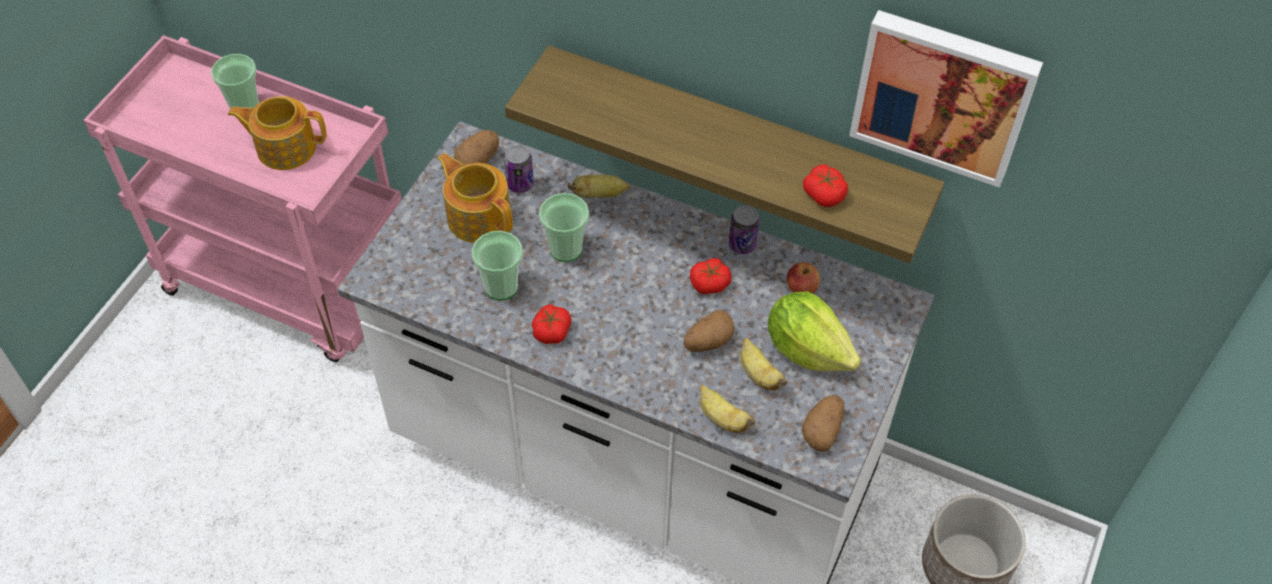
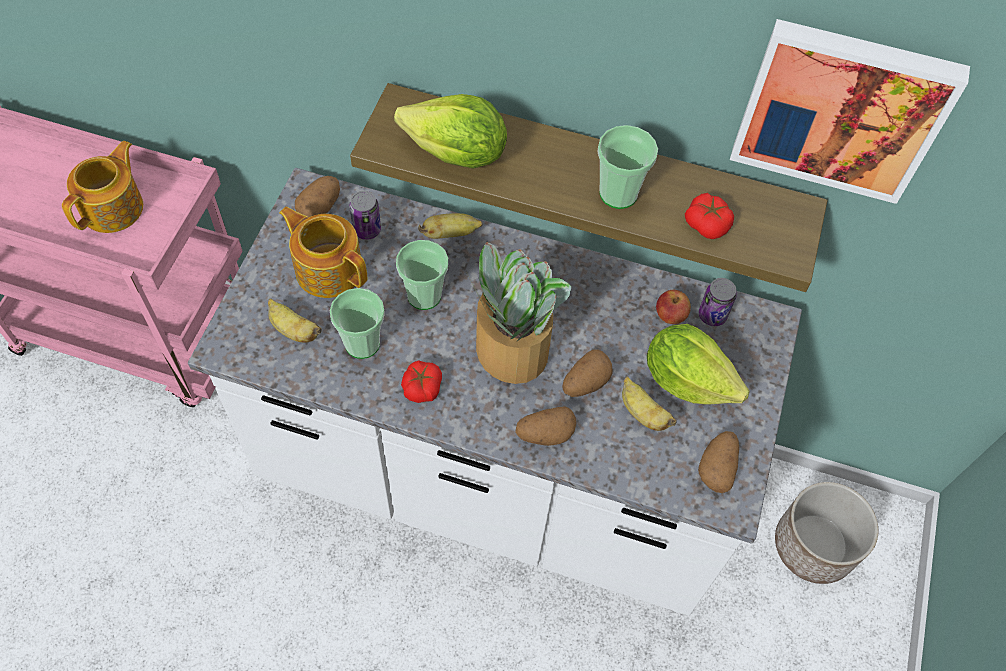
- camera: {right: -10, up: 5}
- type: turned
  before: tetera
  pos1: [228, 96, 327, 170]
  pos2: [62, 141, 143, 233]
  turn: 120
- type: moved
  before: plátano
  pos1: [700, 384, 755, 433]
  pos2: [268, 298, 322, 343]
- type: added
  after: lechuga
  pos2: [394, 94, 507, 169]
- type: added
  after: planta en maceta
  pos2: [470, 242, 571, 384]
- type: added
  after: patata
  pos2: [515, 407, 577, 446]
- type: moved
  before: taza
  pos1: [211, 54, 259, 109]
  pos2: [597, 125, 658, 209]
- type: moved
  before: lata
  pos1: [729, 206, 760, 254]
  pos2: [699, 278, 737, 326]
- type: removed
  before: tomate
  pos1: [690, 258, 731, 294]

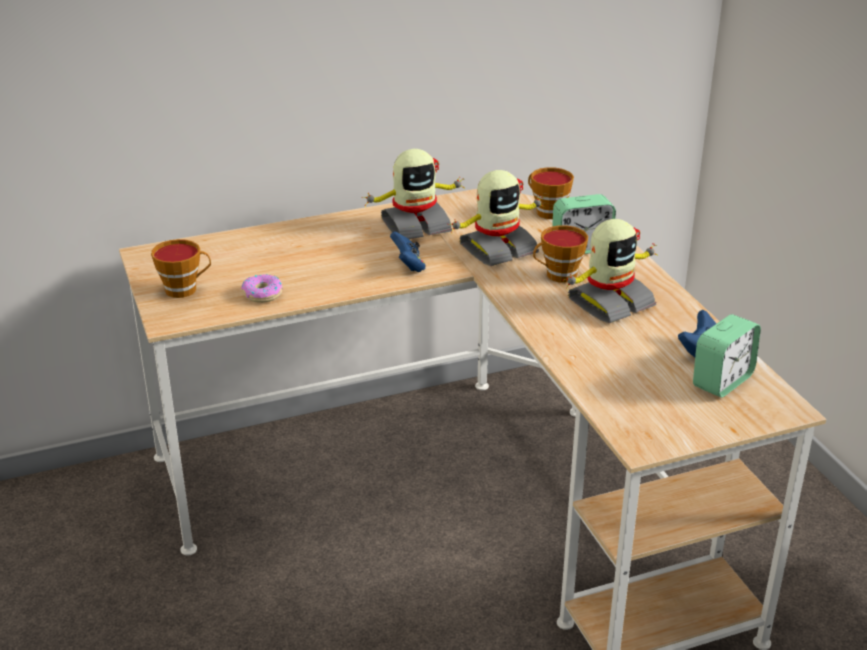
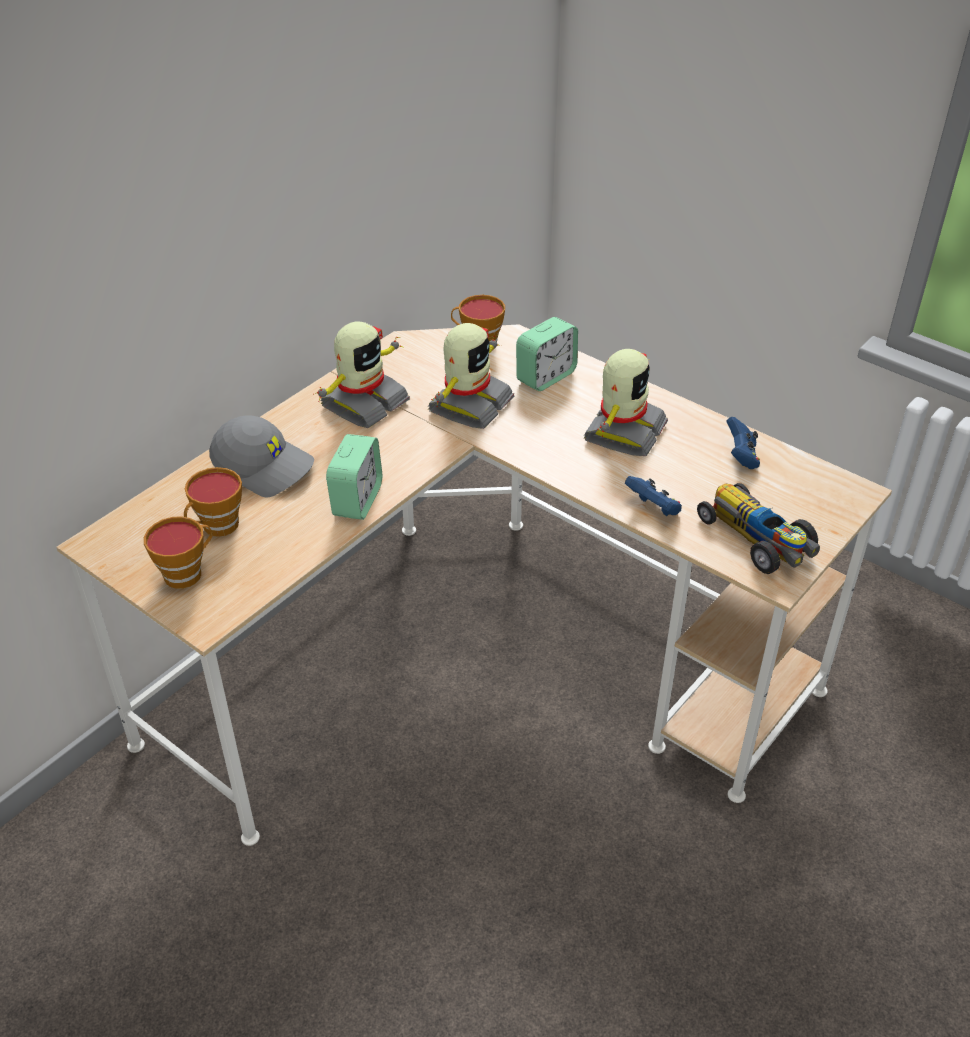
- camera: {right: -30, up: 10}
- type: moved
  before: taza
  pos1: [533, 225, 588, 283]
  pos2: [184, 467, 242, 537]
- type: added
  after: gorra/gris
  pos2: [209, 415, 314, 497]
- type: moved
  before: despertador
  pos1: [693, 314, 761, 398]
  pos2: [326, 434, 382, 520]
- type: moved
  before: mando de consola/azul
  pos1: [390, 232, 426, 272]
  pos2: [625, 476, 682, 516]
- type: added
  after: coche de juguete
  pos2: [697, 483, 820, 574]
- type: removed
  before: rosquilla
  pos1: [241, 274, 283, 303]

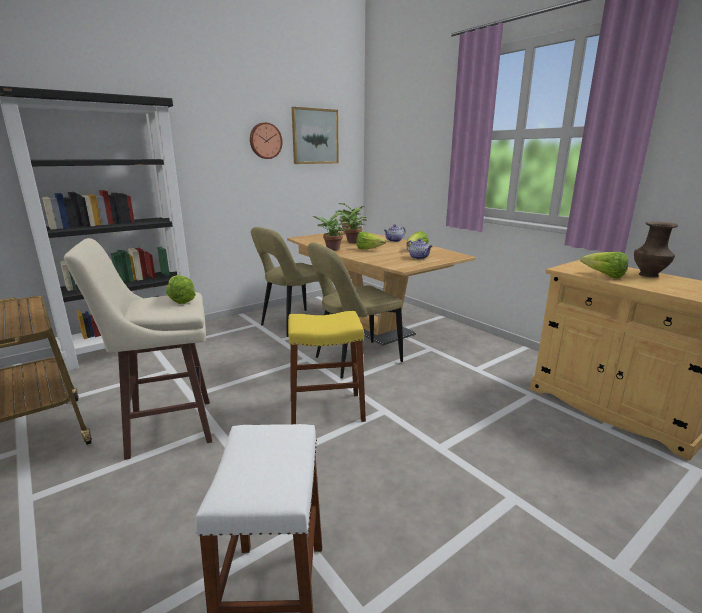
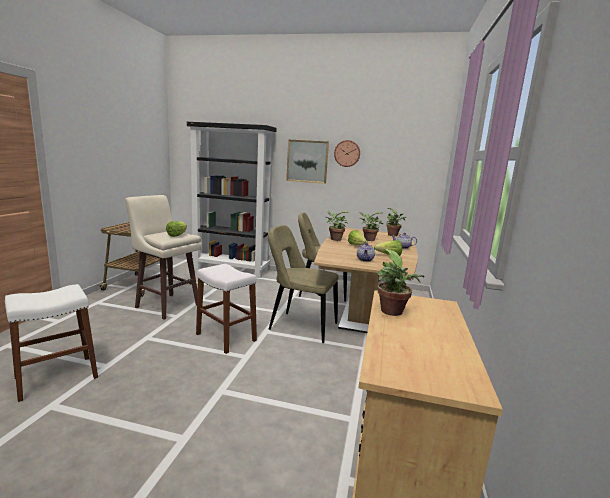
- camera: {right: 50, up: -5}
- type: recoloured
  before: taburete/amarillo
  after: taburete/blanco
  pos1: [288, 311, 366, 425]
  pos2: [196, 264, 257, 354]
- type: moved
  before: cuadro
  pos1: [292, 107, 339, 164]
  pos2: [286, 139, 329, 184]
- type: replaced
  before: lechuga
  after: planta en maceta
  pos1: [580, 252, 628, 278]
  pos2: [377, 249, 425, 316]
- type: removed
  before: florero/marrón
  pos1: [634, 221, 678, 277]

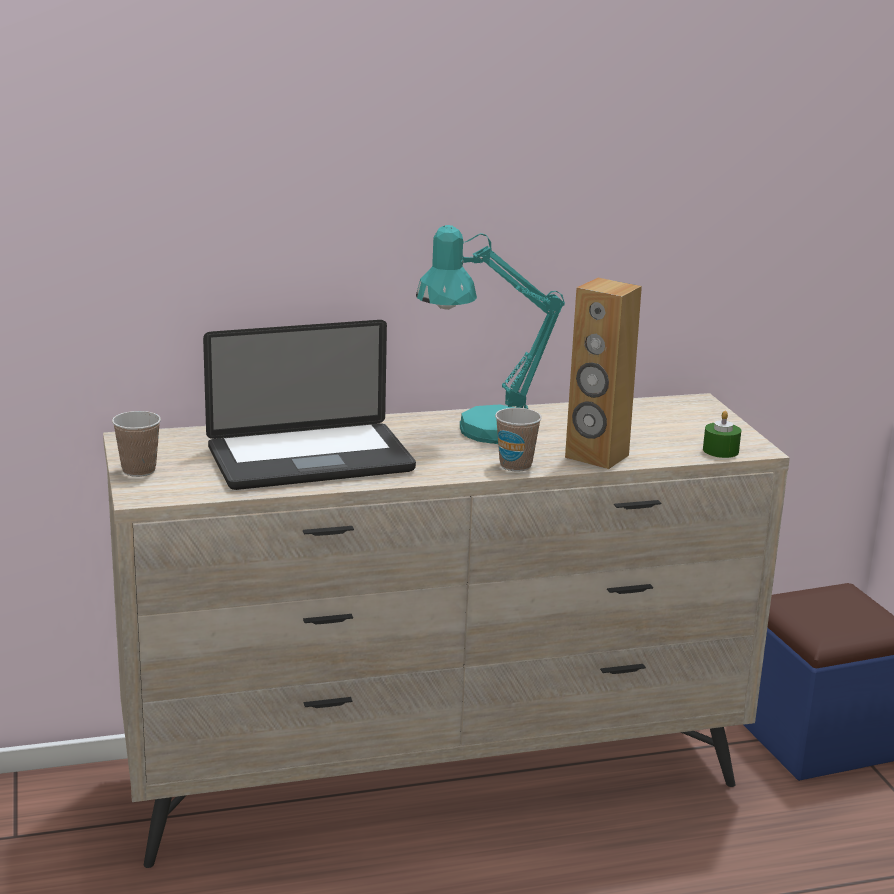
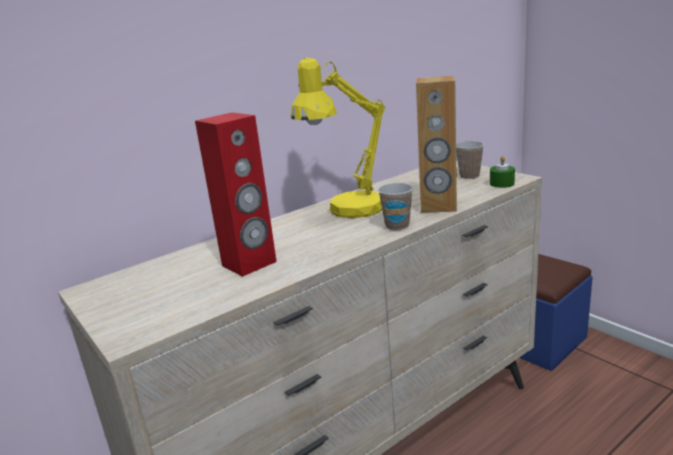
- camera: {right: -20, up: 0}
- type: replaced
  before: portátil
  after: altavoz/rojo
  pos1: [203, 320, 416, 490]
  pos2: [195, 112, 277, 277]
- type: recoloured
  before: lámpara de mesa/turquesa
  after: lámpara de mesa/amarillo
  pos1: [416, 225, 565, 444]
  pos2: [290, 58, 386, 218]
- type: moved
  before: taza
  pos1: [112, 411, 161, 477]
  pos2: [456, 141, 484, 179]

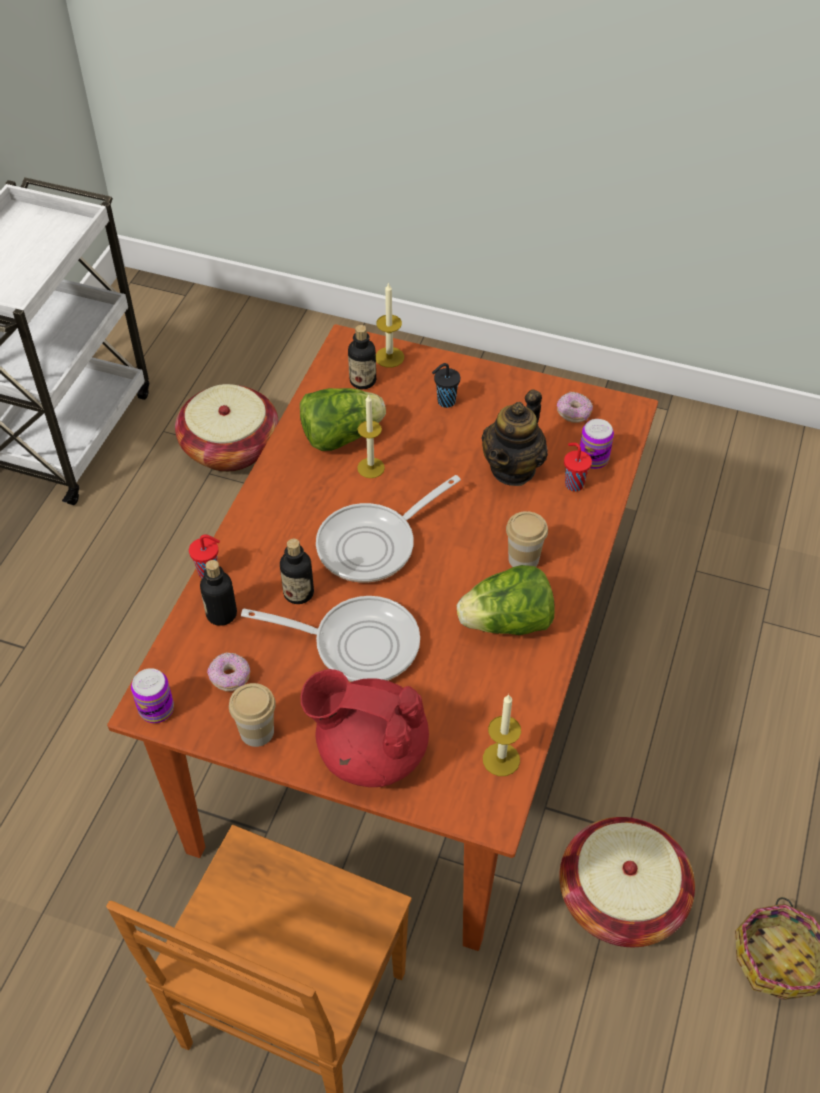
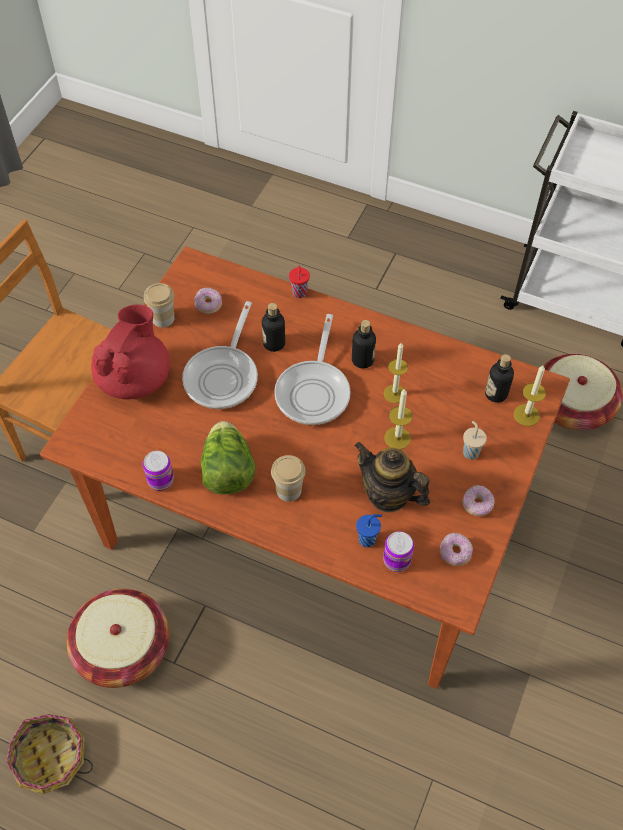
- camera: {right: 95, up: 5}
- type: moved
  before: lata
  pos1: [131, 668, 174, 723]
  pos2: [143, 451, 174, 491]
- type: turned
  before: sartén
  pos1: [316, 475, 461, 583]
  pos2: [274, 314, 351, 425]
  turn: -135
- type: moved
  before: botella
  pos1: [200, 560, 237, 626]
  pos2: [352, 320, 376, 369]
- type: recoloured
  before: taza/rojo
  after: taza/azul
  pos1: [564, 443, 592, 491]
  pos2: [356, 514, 382, 547]
- type: moved
  before: vela
  pos1: [483, 694, 521, 776]
  pos2: [384, 388, 412, 449]
- type: added
  after: rosquilla
  pos2: [462, 485, 495, 516]
- type: recoloured
  before: taza/negro
  after: taza/beis
  pos1: [432, 363, 460, 408]
  pos2: [463, 421, 487, 460]
- type: removed
  before: lechuga
  pos1: [300, 388, 386, 451]

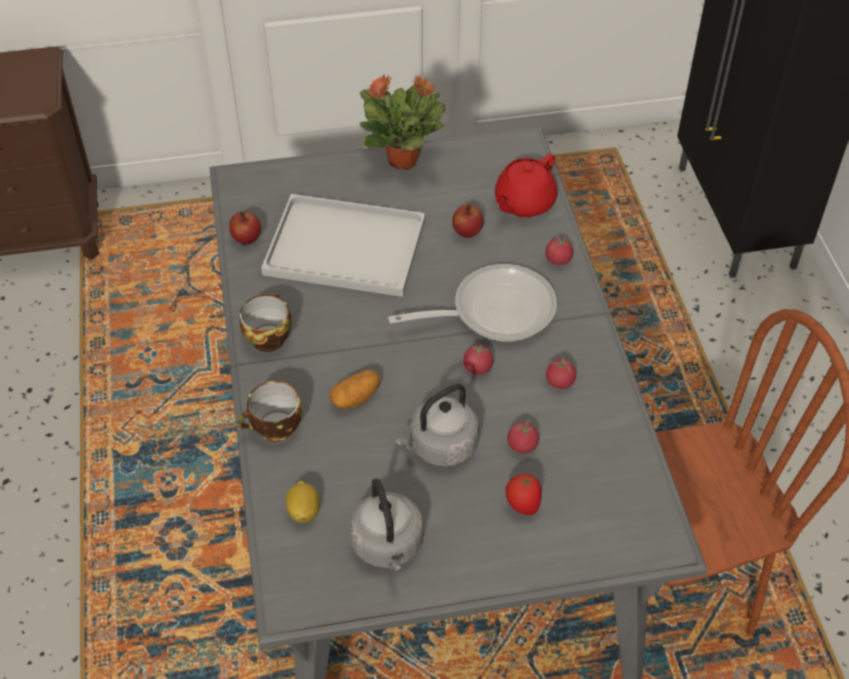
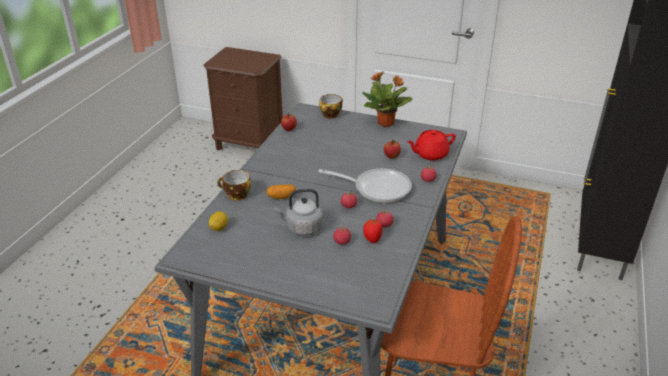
- camera: {right: 30, up: -15}
- type: moved
  before: taza
  pos1: [240, 293, 292, 352]
  pos2: [319, 94, 343, 119]
- type: moved
  before: tomate
  pos1: [505, 474, 542, 515]
  pos2: [363, 220, 382, 243]
- type: removed
  before: bandeja/blanco
  pos1: [261, 194, 425, 297]
- type: removed
  before: hervidor/gris
  pos1: [350, 479, 423, 571]

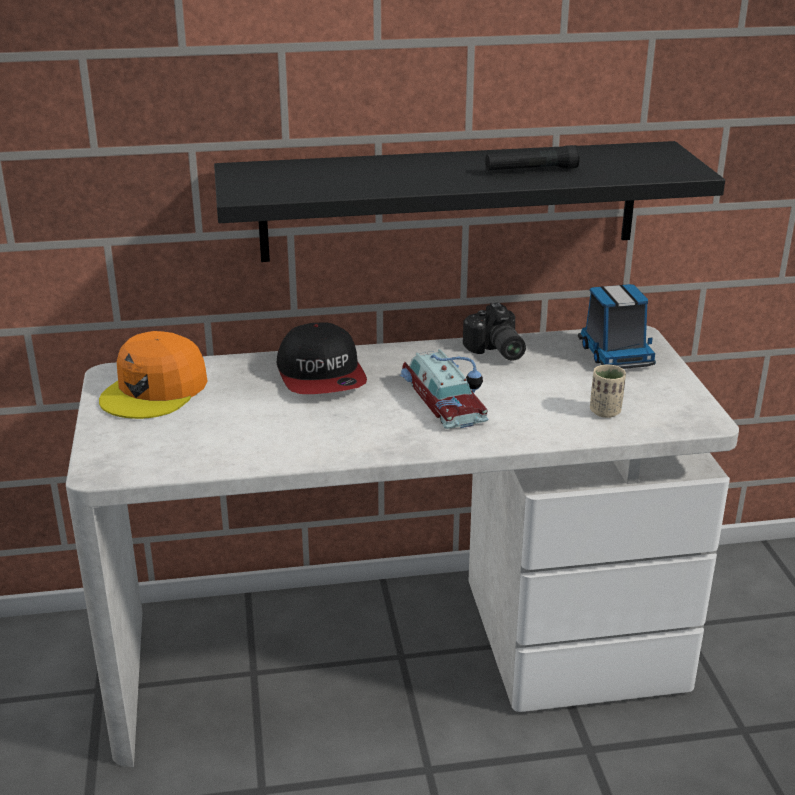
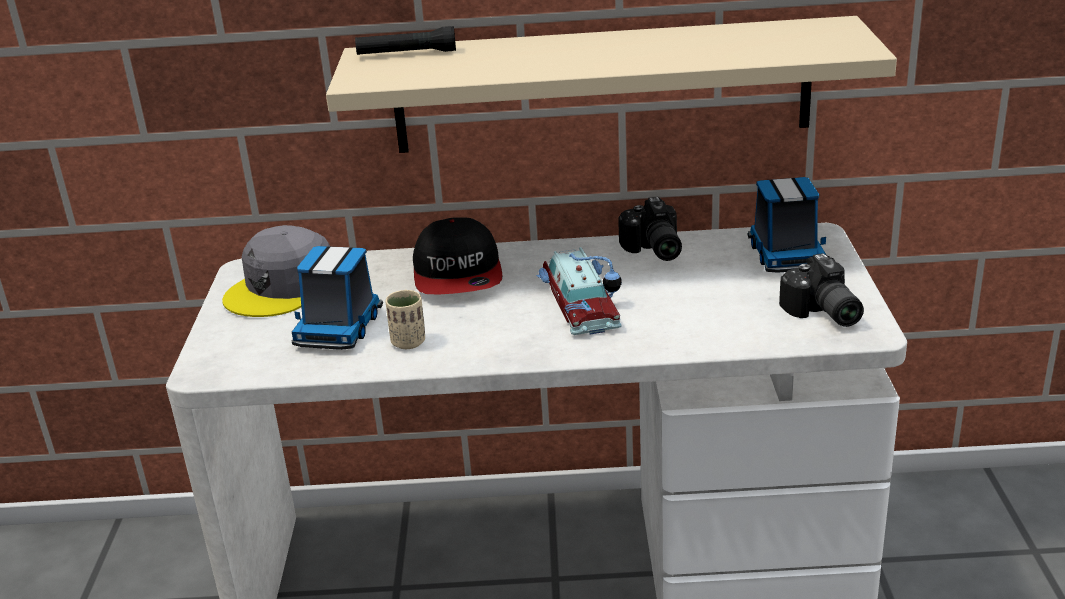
- camera: {right: 10, up: 0}
- type: recoloured
  before: gorra/naranja
  after: gorra/gris
  pos1: [99, 331, 208, 419]
  pos2: [222, 225, 330, 317]
- type: added
  after: camión de juguete
  pos2: [291, 246, 383, 350]
- type: recoloured
  before: estante/negro
  after: estante/beis
  pos1: [214, 141, 725, 262]
  pos2: [326, 16, 897, 153]
- type: moved
  before: linterna/negro
  pos1: [485, 145, 580, 171]
  pos2: [355, 26, 456, 55]
- type: moved
  before: taza/beis
  pos1: [590, 364, 626, 418]
  pos2: [385, 290, 425, 349]
- type: added
  after: cámara
  pos2: [779, 253, 864, 327]

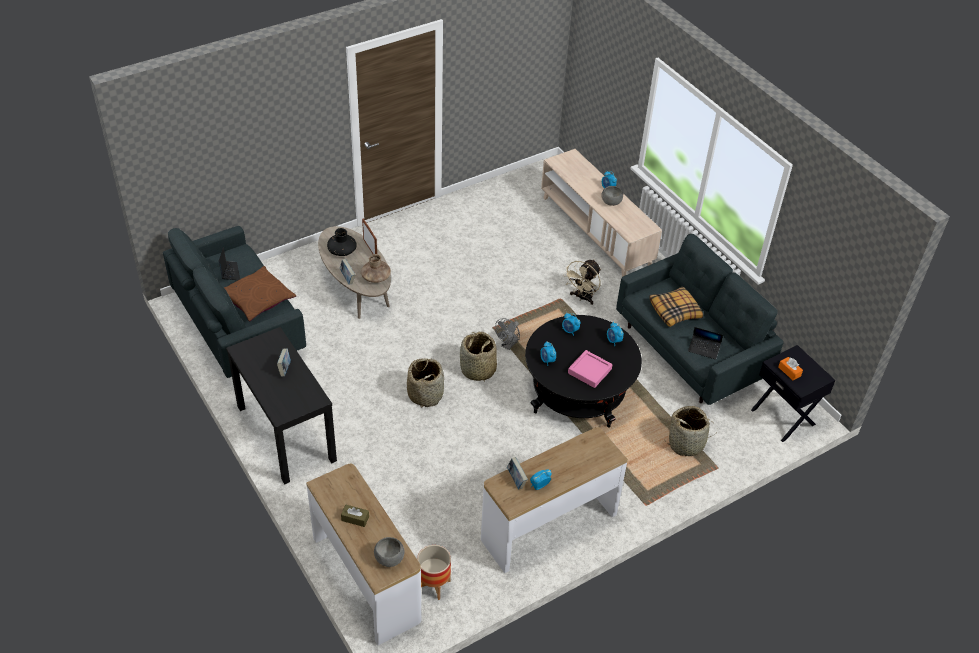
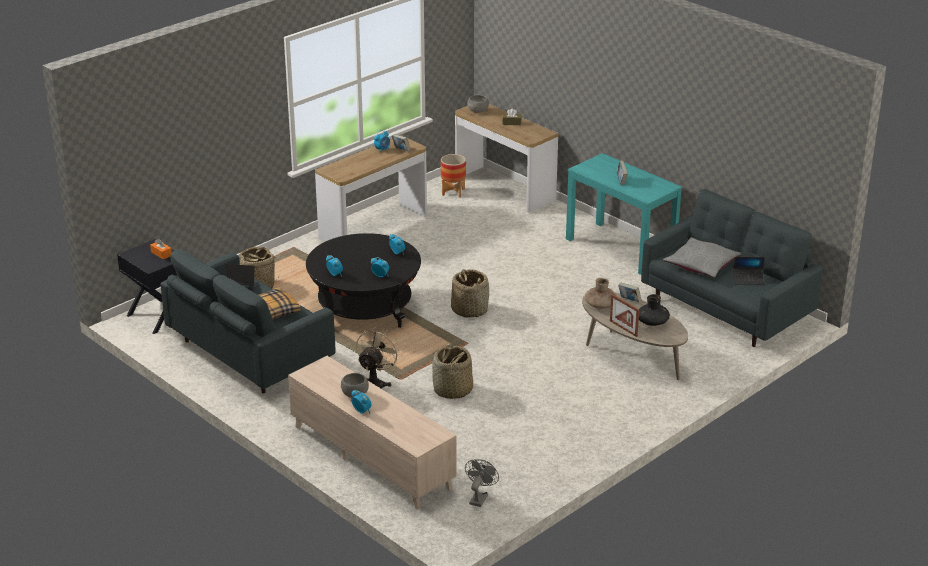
- camera: {right: 170, up: -15}
- type: moved
  before: cesta
  pos1: [407, 358, 444, 407]
  pos2: [432, 344, 473, 399]
- type: moved
  before: ventilador/gris
  pos1: [495, 318, 520, 350]
  pos2: [465, 459, 499, 507]
- type: recoloured
  before: mesa consola/negro
  after: mesa consola/turquesa
  pos1: [226, 327, 337, 484]
  pos2: [566, 153, 682, 275]
- type: recoloured
  before: cojín/marrón
  after: cojín/gris
  pos1: [224, 266, 296, 321]
  pos2: [663, 237, 740, 278]
- type: turned
  before: portátil
  pos1: [219, 247, 240, 280]
  pos2: [733, 257, 765, 285]
  turn: -60
- type: removed
  before: bandeja/rosa
  pos1: [568, 350, 613, 388]

